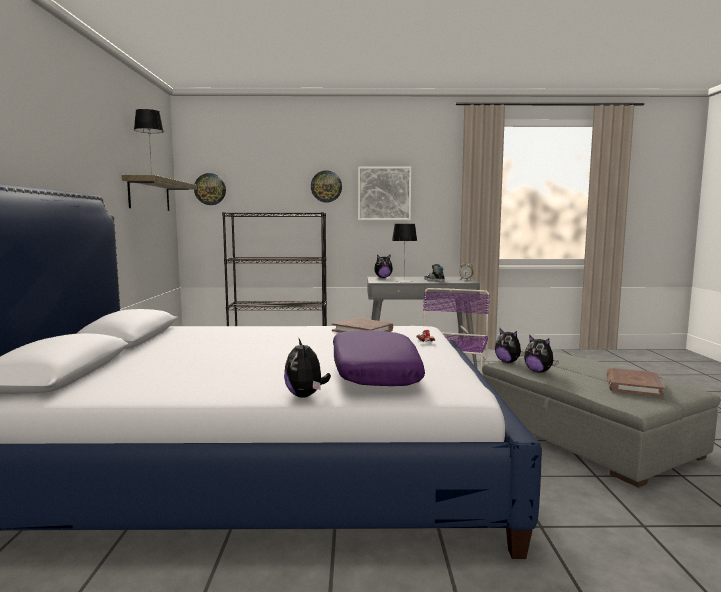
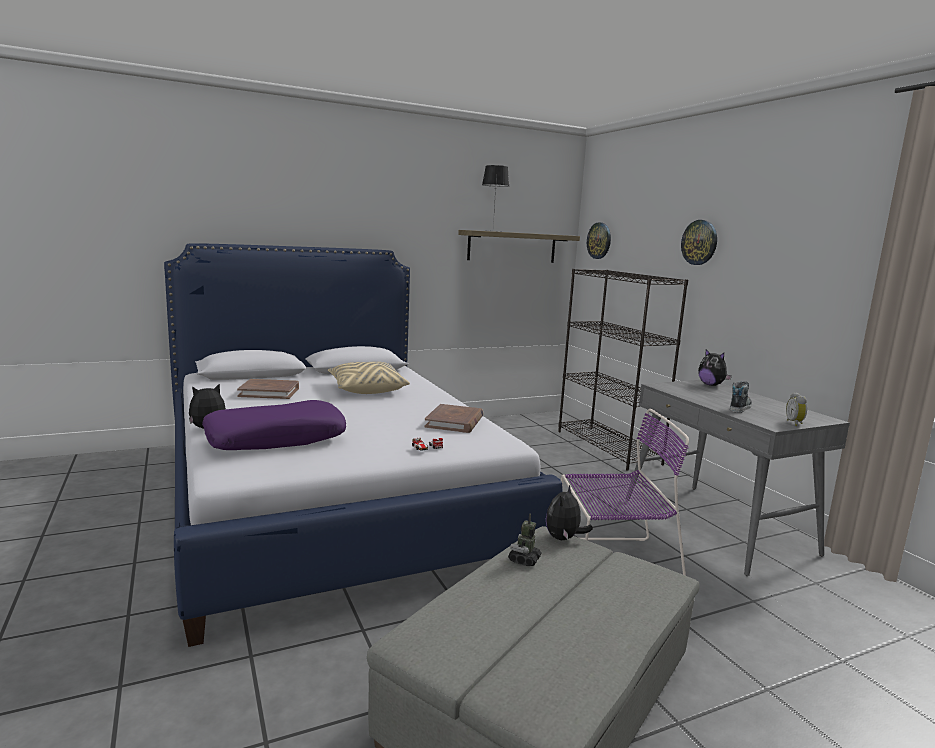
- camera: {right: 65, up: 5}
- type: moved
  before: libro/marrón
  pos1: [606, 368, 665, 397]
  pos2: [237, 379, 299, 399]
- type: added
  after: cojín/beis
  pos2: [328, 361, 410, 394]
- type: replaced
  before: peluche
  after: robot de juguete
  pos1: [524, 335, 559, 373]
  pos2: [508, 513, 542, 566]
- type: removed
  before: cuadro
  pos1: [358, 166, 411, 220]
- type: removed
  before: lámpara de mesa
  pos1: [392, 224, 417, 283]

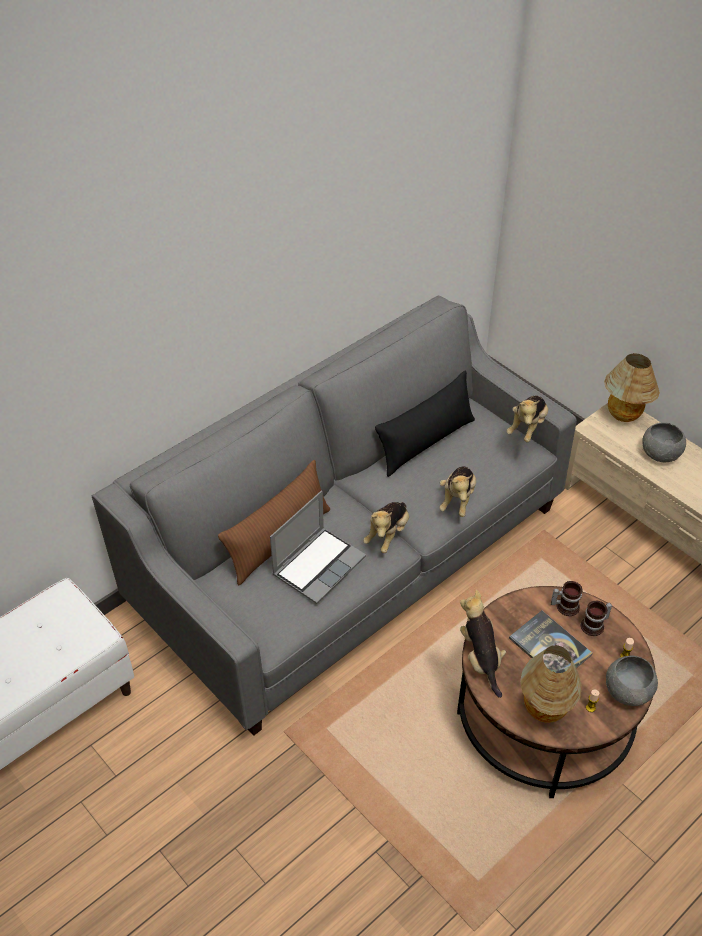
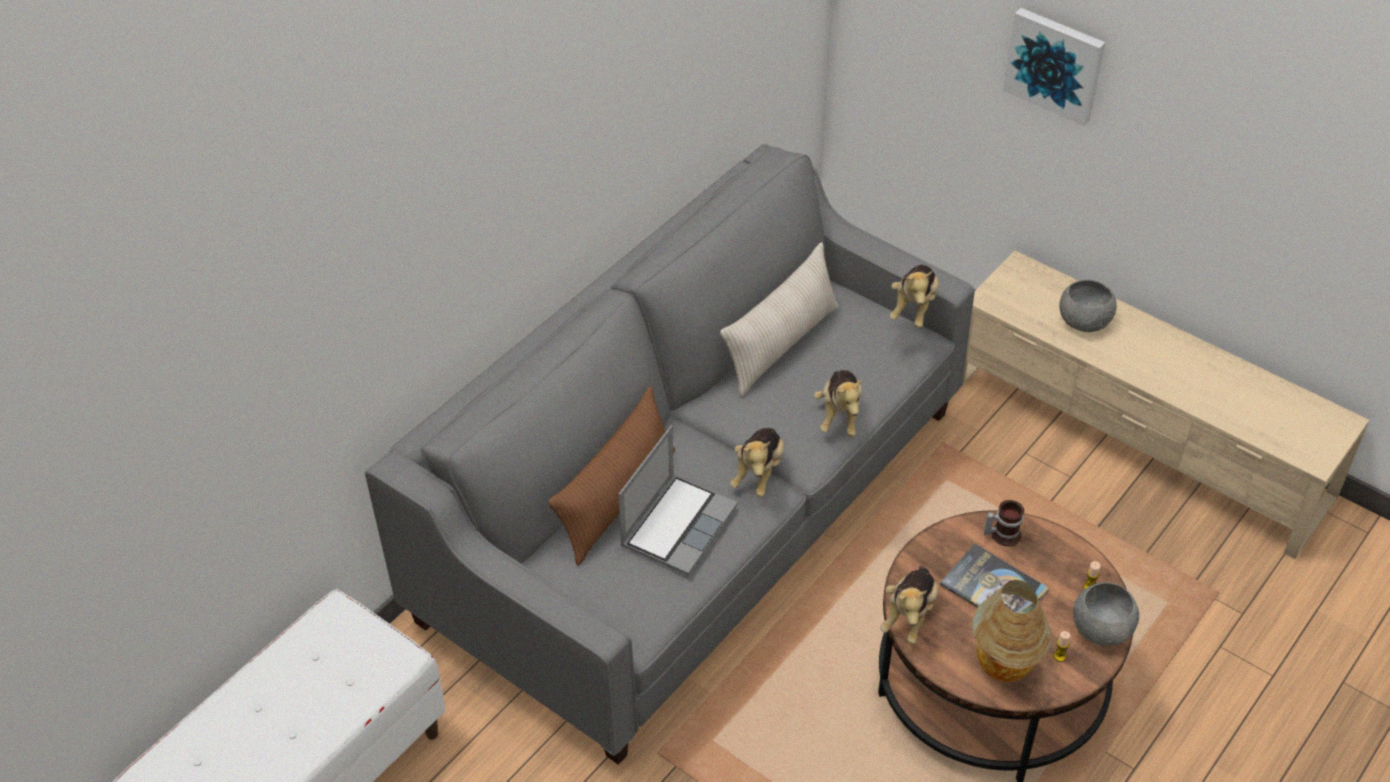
- camera: {right: -10, up: 0}
- type: recoloured
  before: cojín/negro
  after: cojín/beis
  pos1: [375, 371, 475, 477]
  pos2: [720, 242, 839, 397]
- type: turned
  before: peluche
  pos1: [460, 590, 506, 698]
  pos2: [880, 566, 938, 644]
  turn: -135
- type: added
  after: cuadro
  pos2: [1003, 8, 1106, 126]
- type: removed
  before: taza grande
  pos1: [581, 601, 612, 636]
- type: removed
  before: lámpara de mesa
  pos1: [604, 353, 660, 422]

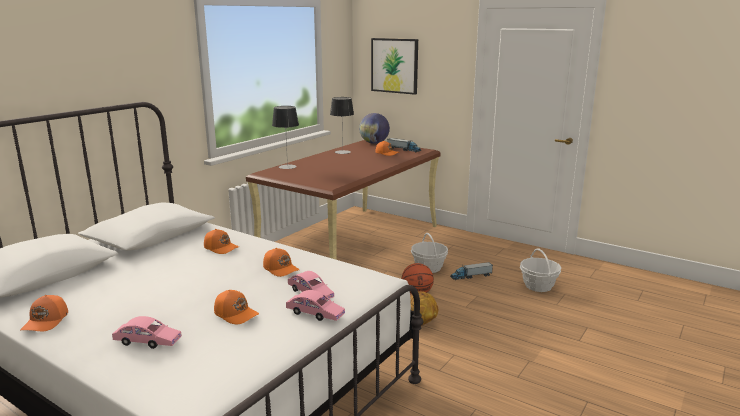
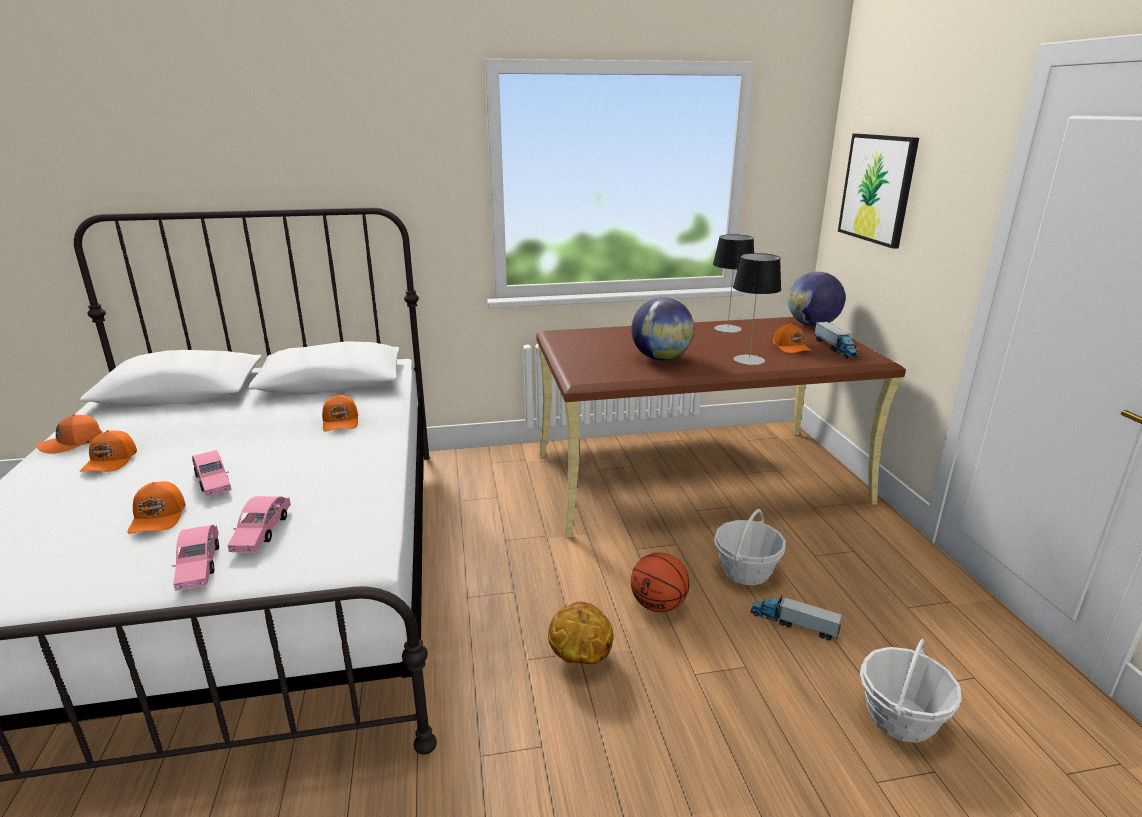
- camera: {right: 45, up: 5}
- type: moved
  before: gorra/naranja
  pos1: [263, 248, 299, 277]
  pos2: [80, 430, 137, 472]
- type: moved
  before: coche de juguete/rosa
  pos1: [112, 316, 182, 349]
  pos2: [192, 450, 231, 497]
- type: added
  after: globo terráqueo
  pos2: [631, 298, 694, 360]
- type: moved
  before: lámpara de mesa
  pos1: [272, 106, 299, 169]
  pos2: [733, 253, 781, 365]

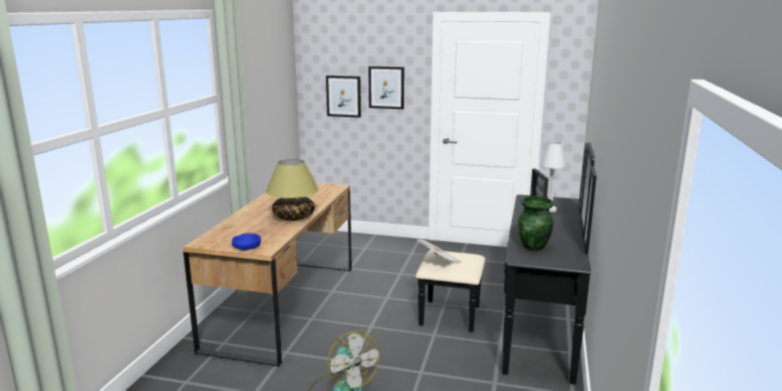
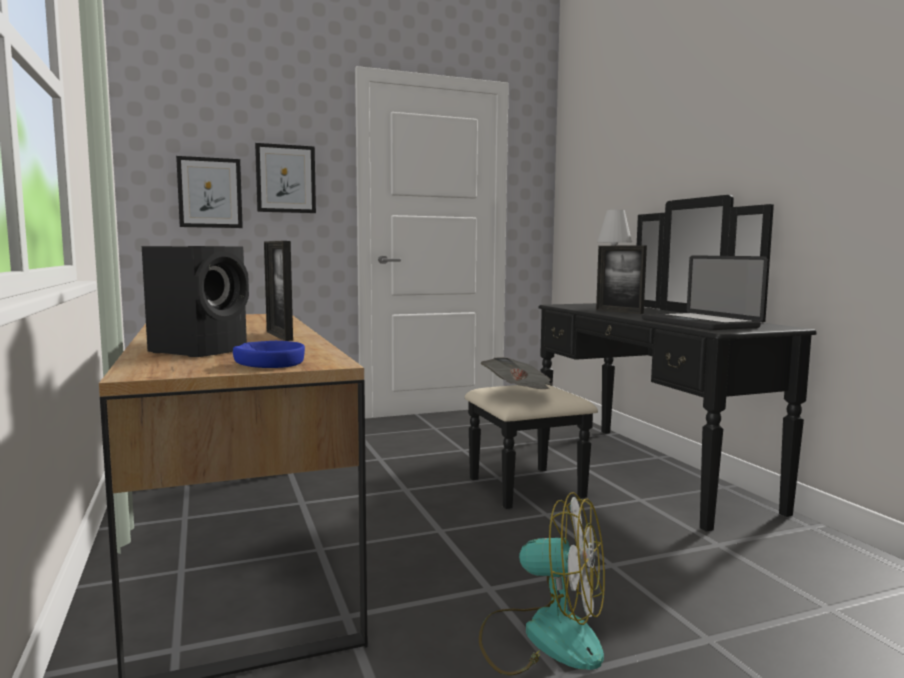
- camera: {right: -35, up: -10}
- type: added
  after: altavoz/negro
  pos2: [142, 246, 249, 357]
- type: replaced
  before: lámpara de mesa
  after: portarretratos
  pos1: [266, 159, 319, 220]
  pos2: [264, 241, 293, 341]
- type: replaced
  before: florero/verde
  after: portátil
  pos1: [518, 196, 554, 250]
  pos2: [642, 255, 768, 330]

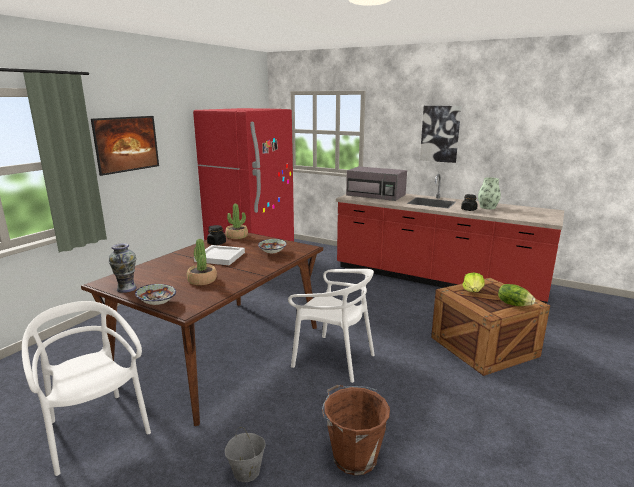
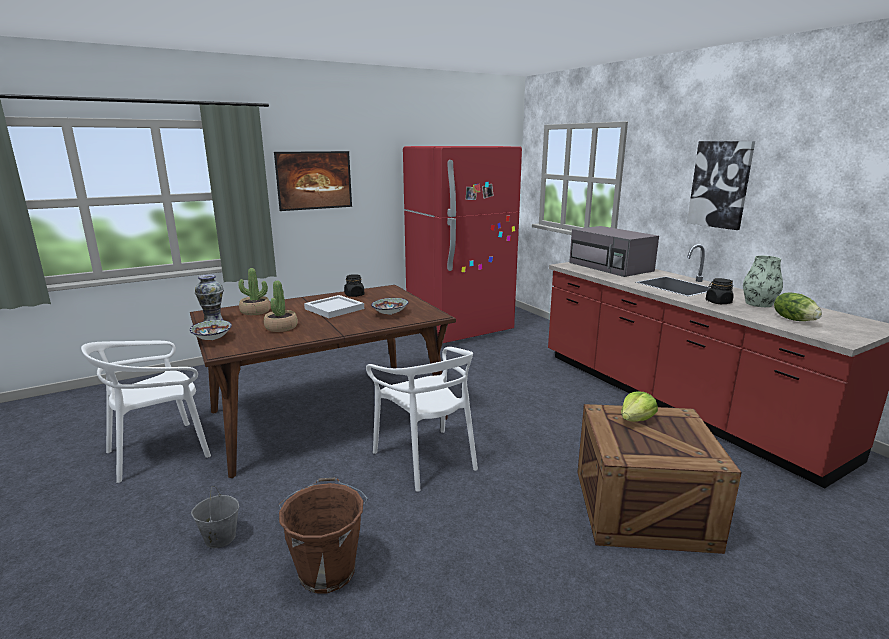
- camera: {right: 30, up: 0}
- type: turned
  before: silla/blanco
  pos1: [22, 301, 151, 476]
  pos2: [81, 341, 211, 483]
  turn: -120
- type: moved
  before: planta en maceta
  pos1: [225, 204, 248, 239]
  pos2: [238, 268, 271, 315]
- type: moved
  before: lechuga
  pos1: [498, 284, 535, 306]
  pos2: [774, 293, 822, 321]

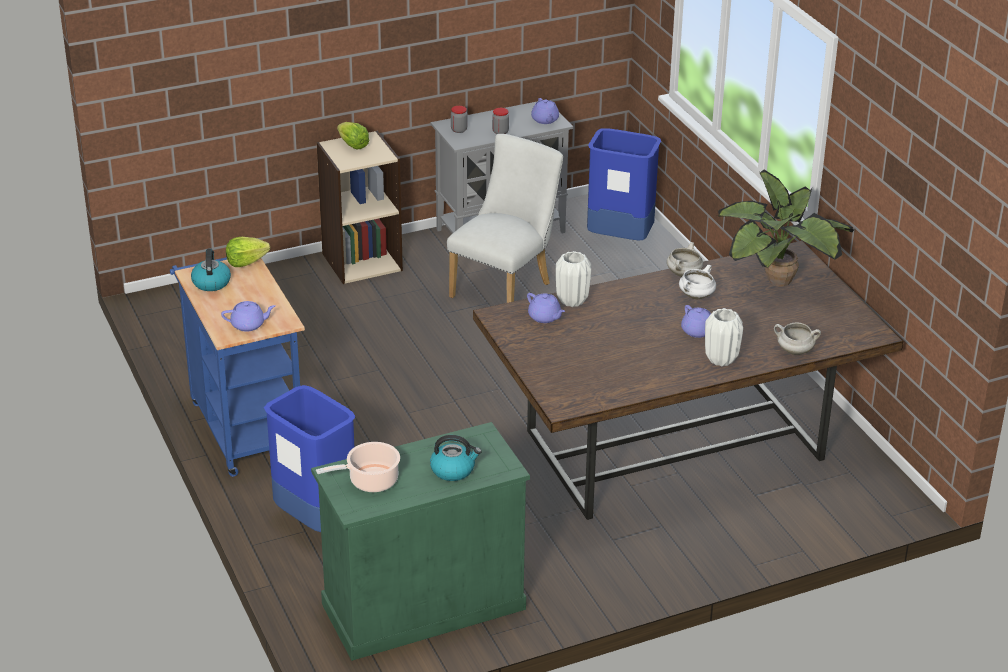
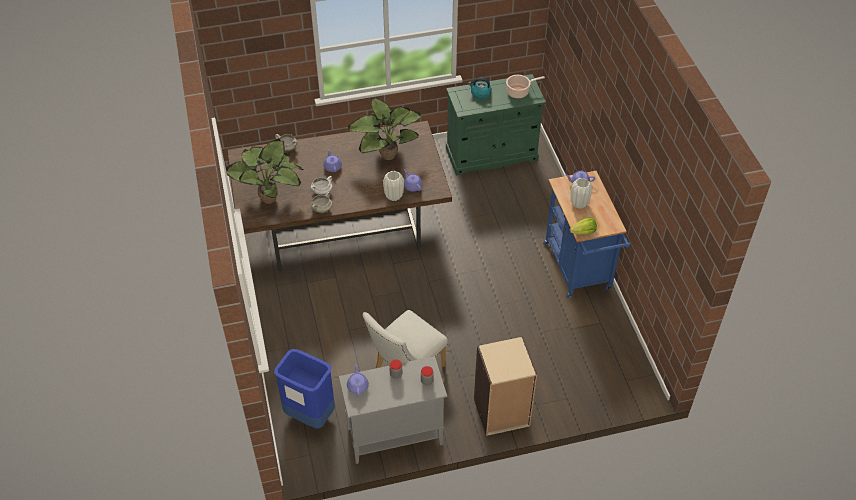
- camera: {right: -170, up: 15}
- type: added
  after: planta en maceta
  pos2: [348, 97, 423, 160]
- type: moved
  before: florero/blanco
  pos1: [705, 308, 743, 366]
  pos2: [570, 178, 593, 209]
- type: removed
  before: hervidor
  pos1: [191, 248, 231, 291]
- type: removed
  before: papelera/azul
  pos1: [264, 385, 356, 532]
- type: removed
  before: lechuga
  pos1: [337, 122, 369, 150]

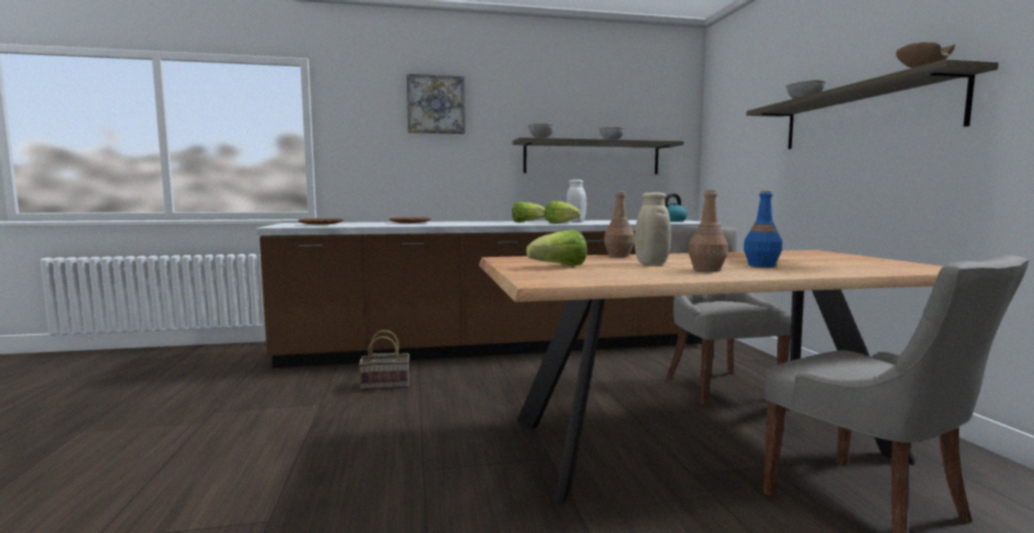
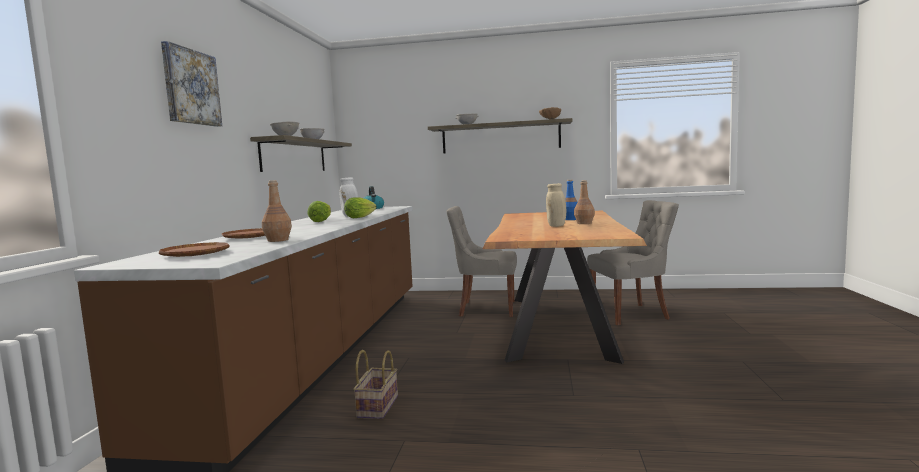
- camera: {right: -70, up: 0}
- type: moved
  before: botella/marrón
  pos1: [604, 191, 635, 257]
  pos2: [262, 180, 292, 242]
- type: removed
  before: lechuga
  pos1: [526, 230, 587, 266]

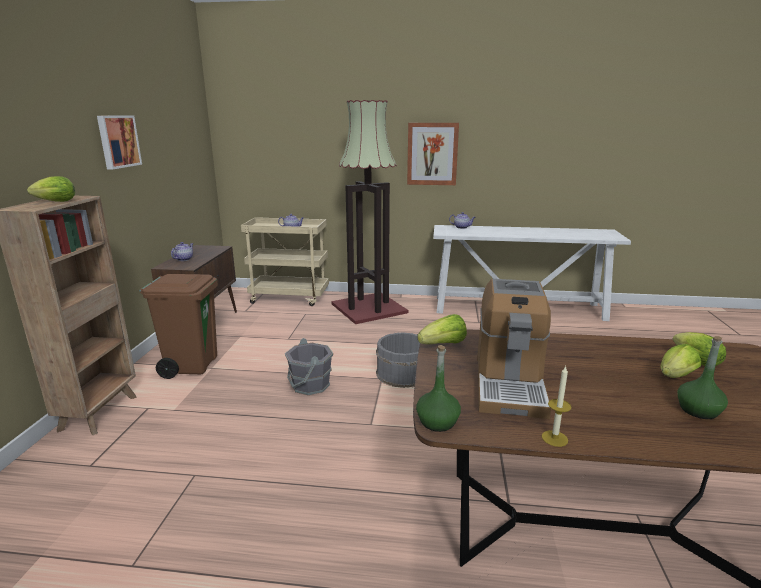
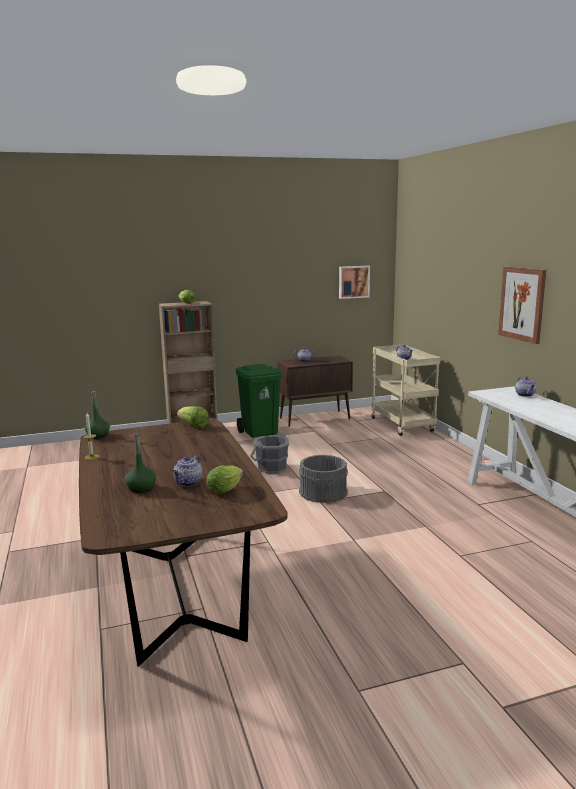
- camera: {right: 65, up: -5}
- type: replaced
  before: lechuga
  after: tetera
  pos1: [661, 344, 701, 378]
  pos2: [173, 455, 203, 487]
- type: recoloured
  before: papelera/marrón
  after: papelera/verde
  pos1: [139, 274, 218, 379]
  pos2: [236, 364, 282, 438]
- type: moved
  before: cuadro
  pos1: [97, 115, 142, 170]
  pos2: [339, 266, 370, 299]
- type: removed
  before: lámpara de pie
  pos1: [331, 100, 408, 324]
- type: removed
  before: cafetera
  pos1: [477, 279, 551, 419]

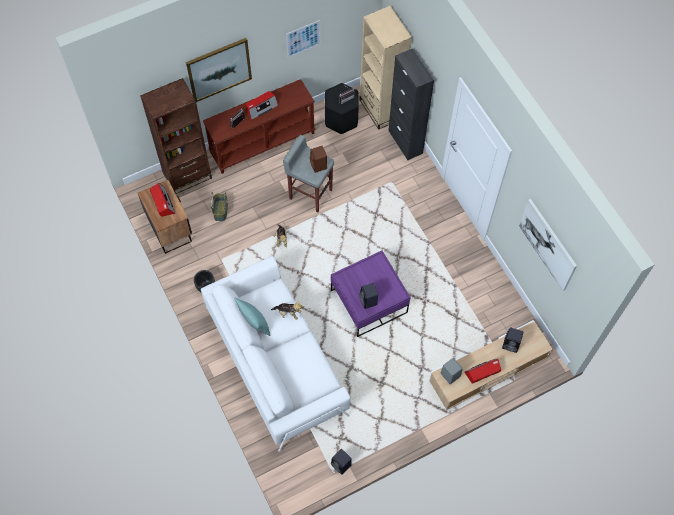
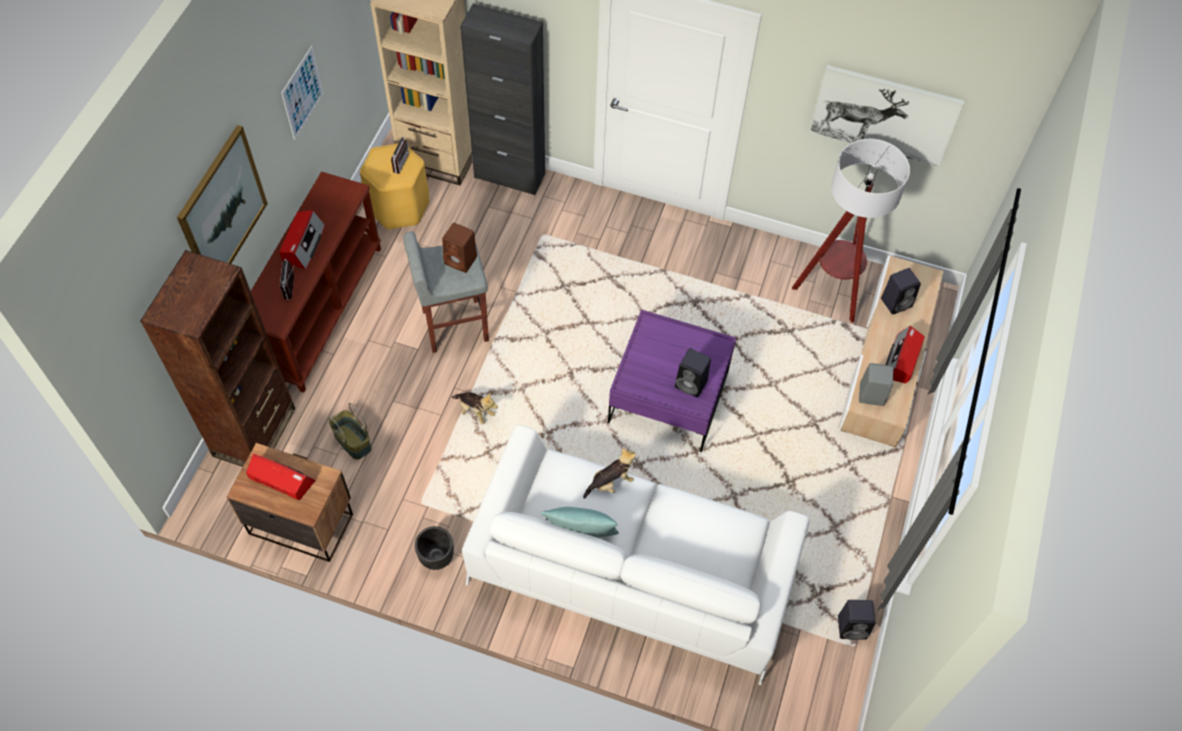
- camera: {right: -45, up: -5}
- type: recoloured
  before: taburete/negro
  after: taburete/amarillo
  pos1: [325, 83, 359, 134]
  pos2: [360, 144, 429, 230]
- type: added
  after: lámpara de pie
  pos2: [792, 139, 910, 323]

